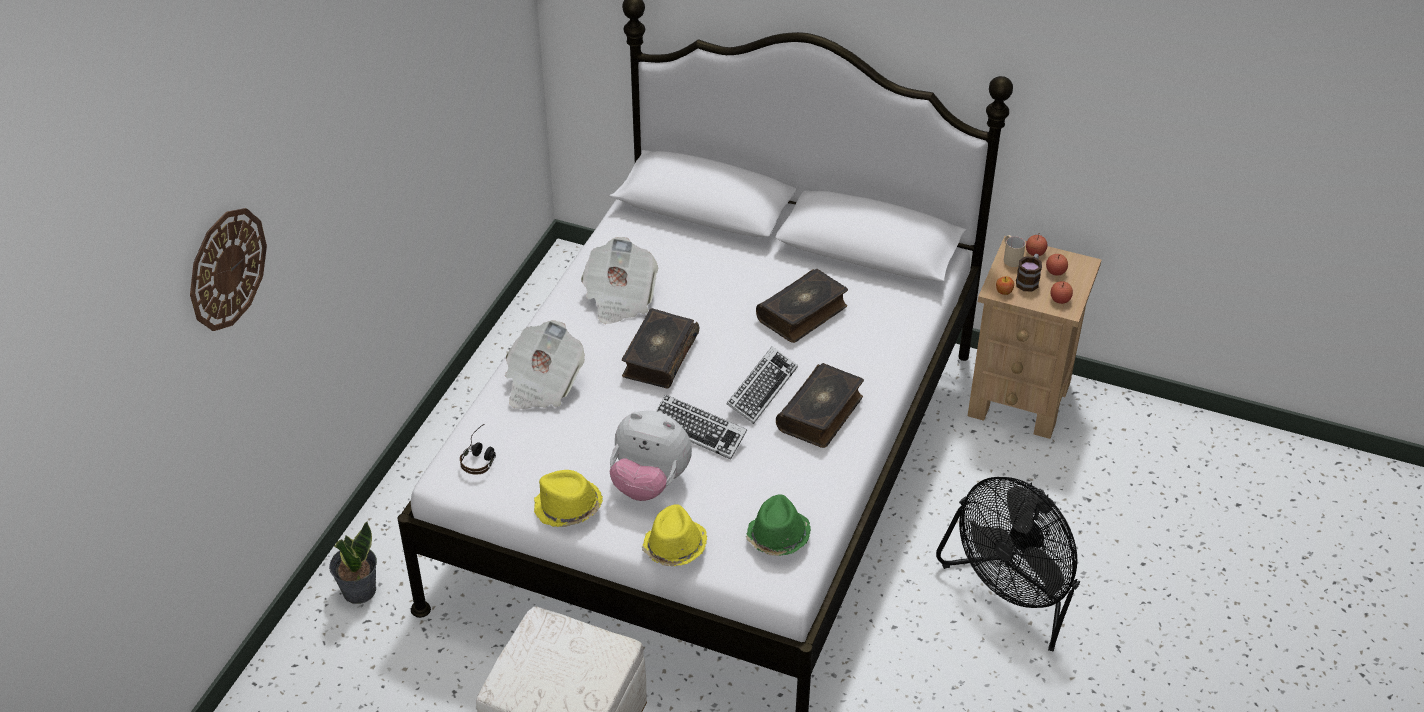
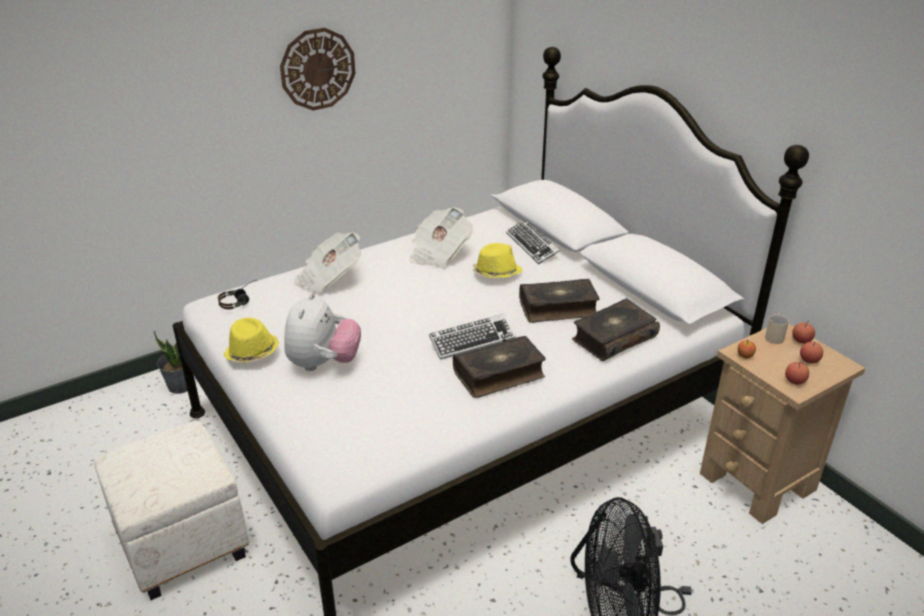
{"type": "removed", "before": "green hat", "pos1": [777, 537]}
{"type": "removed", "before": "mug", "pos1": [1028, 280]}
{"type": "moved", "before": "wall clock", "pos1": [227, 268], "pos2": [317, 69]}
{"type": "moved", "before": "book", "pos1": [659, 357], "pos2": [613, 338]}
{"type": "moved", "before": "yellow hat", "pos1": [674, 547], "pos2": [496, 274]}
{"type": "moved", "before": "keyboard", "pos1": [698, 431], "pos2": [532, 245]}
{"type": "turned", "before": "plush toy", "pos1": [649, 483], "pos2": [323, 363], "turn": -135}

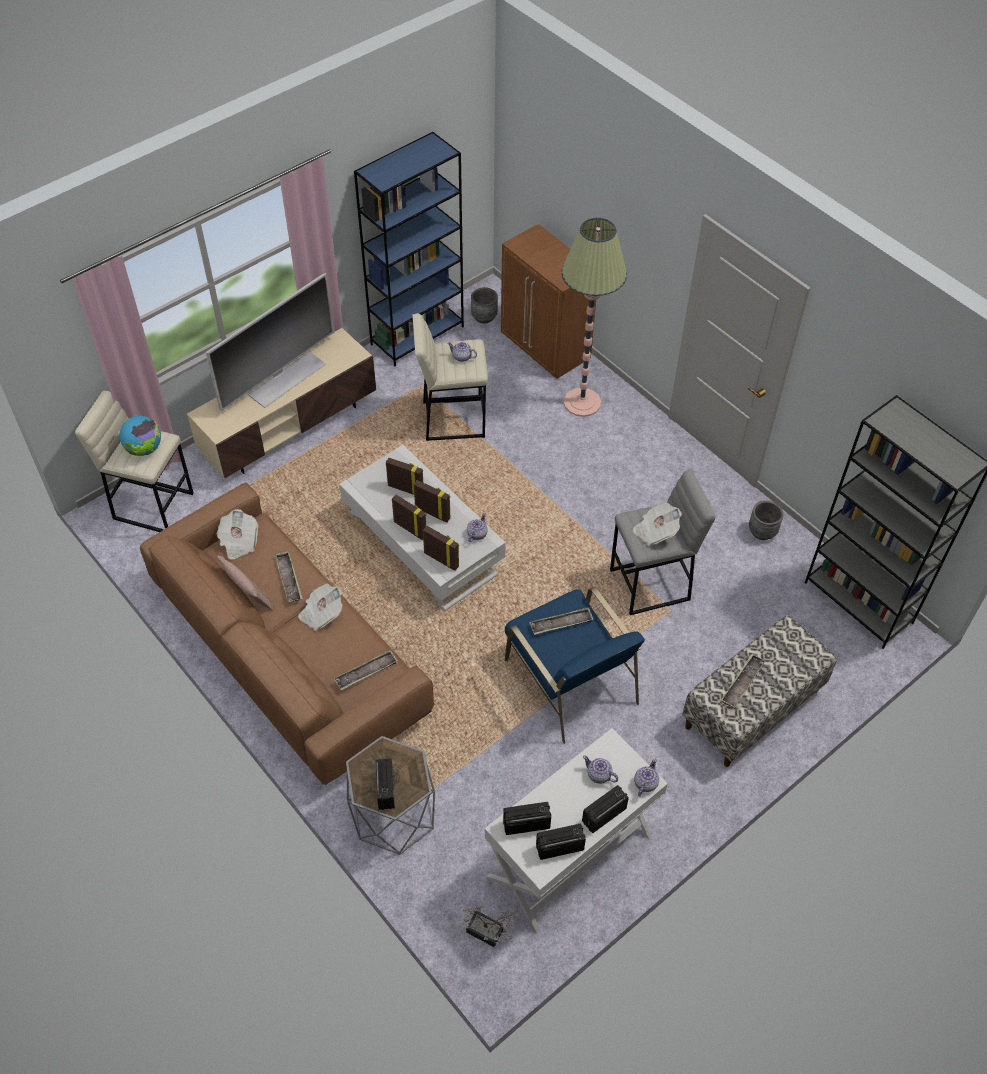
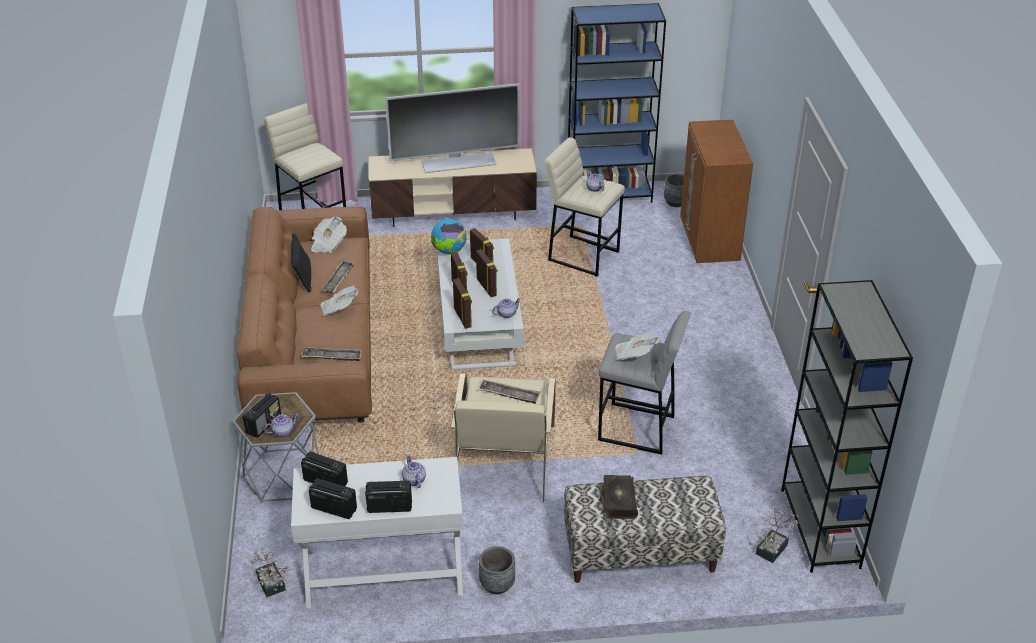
{"type": "removed", "before": "floor lamp", "pos1": [582, 402]}
{"type": "added", "after": "potted plant", "pos2": [774, 547]}
{"type": "moved", "before": "globe", "pos1": [144, 449], "pos2": [449, 251]}
{"type": "moved", "before": "teapot", "pos1": [645, 783], "pos2": [282, 432]}
{"type": "moved", "before": "grey planter", "pos1": [762, 532], "pos2": [497, 585]}
{"type": "replaced", "before": "tray", "after": "book", "pos1": [742, 683], "pos2": [618, 501]}
{"type": "recoloured", "before": "beige pillow", "after": "black pillow", "pos1": [248, 594], "pos2": [303, 276]}
{"type": "recoloured", "before": "blue armchair", "after": "beige armchair", "pos1": [568, 676], "pos2": [504, 456]}

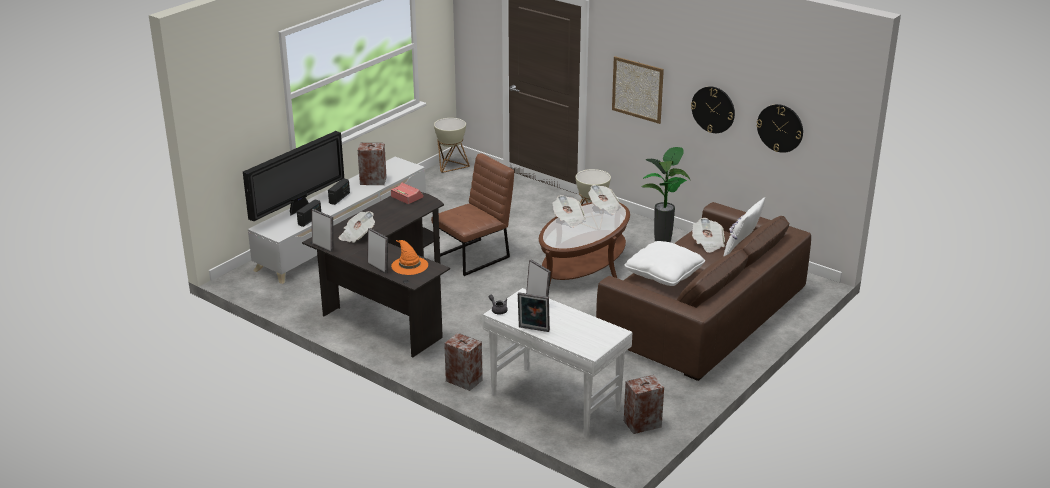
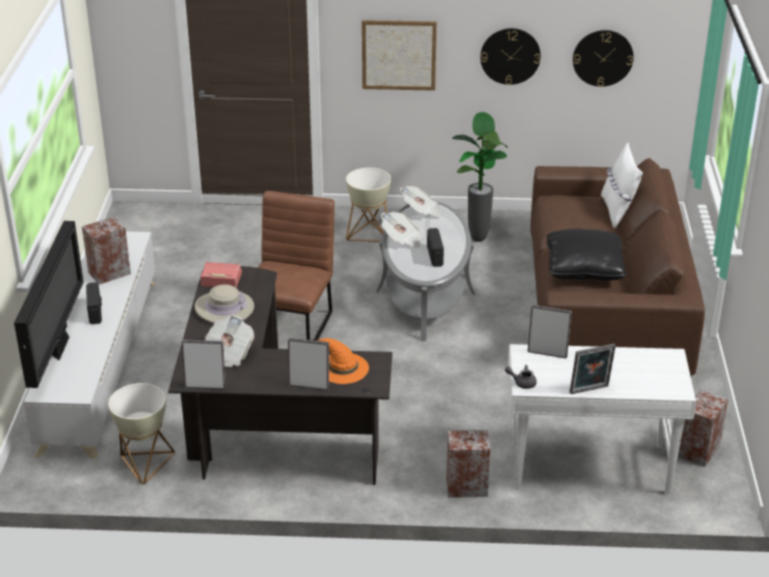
{"type": "removed", "before": "newspaper", "pos1": [708, 244]}
{"type": "added", "after": "beige hat", "pos2": [224, 308]}
{"type": "moved", "before": "radio", "pos1": [310, 220], "pos2": [435, 256]}
{"type": "moved", "before": "planter", "pos1": [451, 166], "pos2": [145, 463]}
{"type": "recoloured", "before": "brown coffee table", "after": "grey coffee table", "pos1": [584, 266], "pos2": [425, 291]}
{"type": "recoloured", "before": "white pillow", "after": "black pillow", "pos1": [663, 274], "pos2": [584, 268]}

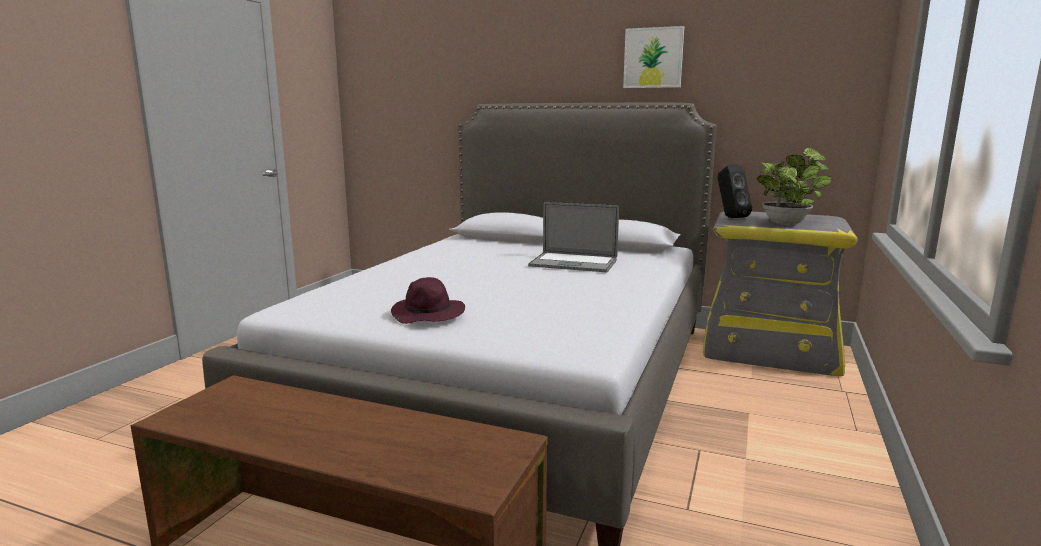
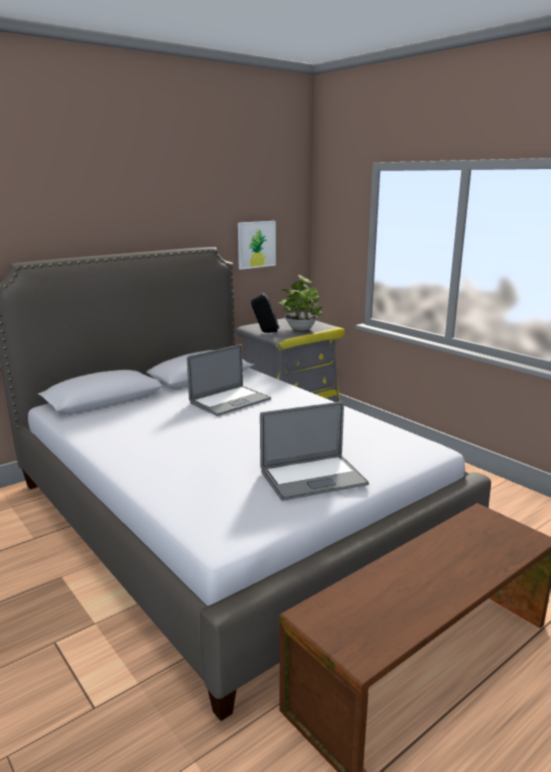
{"type": "moved", "before": "picture", "pos1": [653, 58], "pos2": [256, 244]}
{"type": "replaced", "before": "purple hat", "after": "laptop", "pos1": [429, 315], "pos2": [313, 478]}

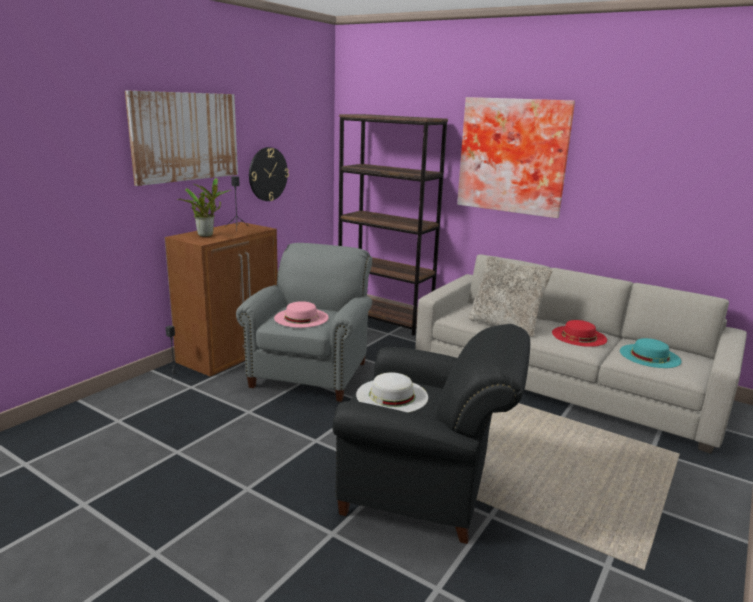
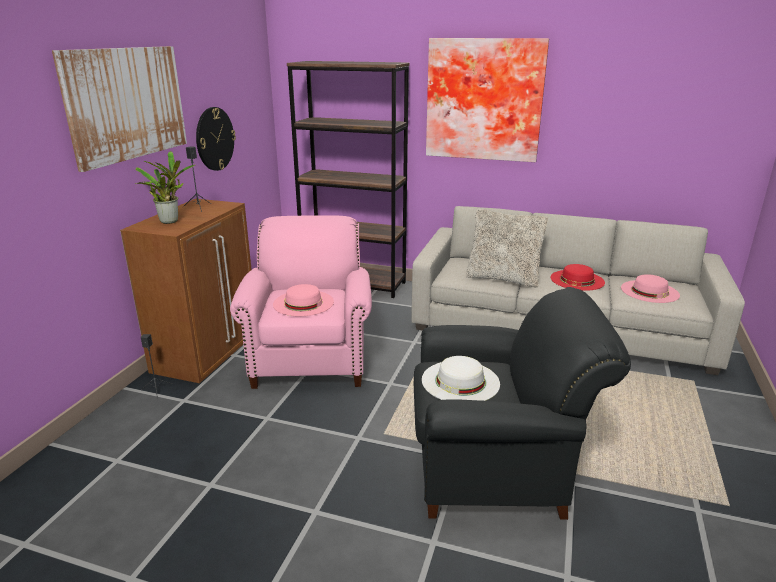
{"type": "recoloured", "before": "grey armchair", "after": "pink armchair", "pos1": [312, 372], "pos2": [311, 357]}
{"type": "recoloured", "before": "turquoise hat", "after": "pink hat", "pos1": [650, 356], "pos2": [650, 291]}

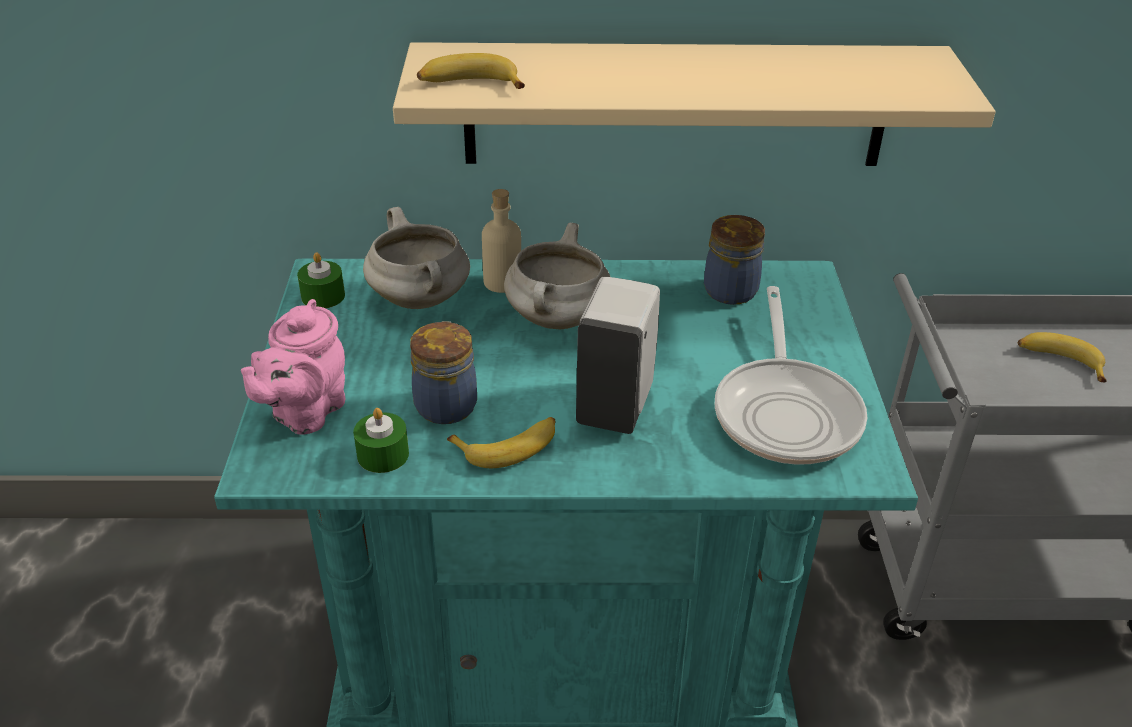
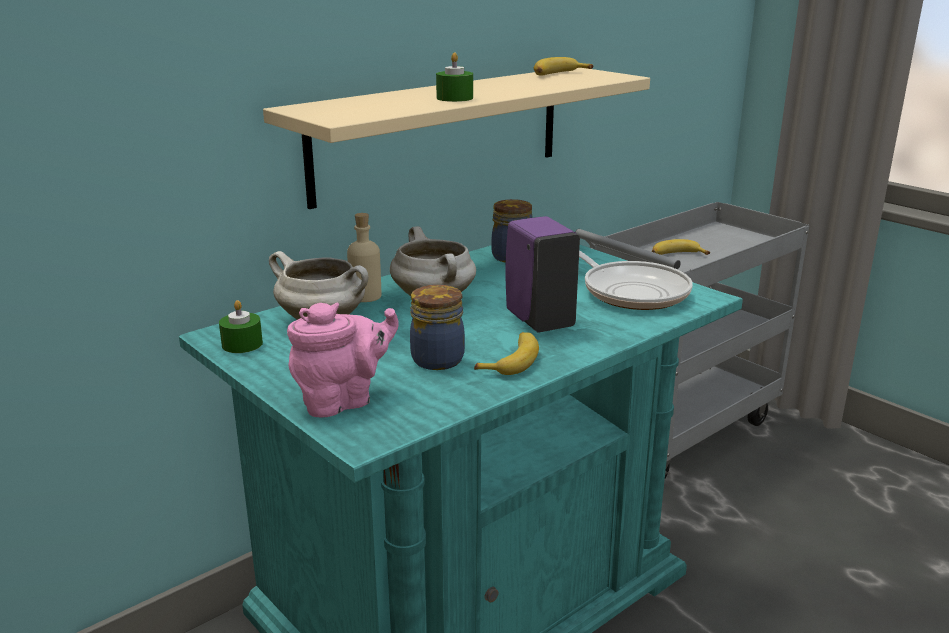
{"type": "moved", "before": "green candle", "pos1": [383, 454], "pos2": [454, 98]}
{"type": "moved", "before": "banana", "pos1": [469, 85], "pos2": [558, 74]}
{"type": "recoloured", "before": "white soap dispenser", "after": "purple soap dispenser", "pos1": [615, 405], "pos2": [538, 321]}
{"type": "turned", "before": "pink teapot", "pos1": [305, 413], "pos2": [343, 401], "turn": -105}

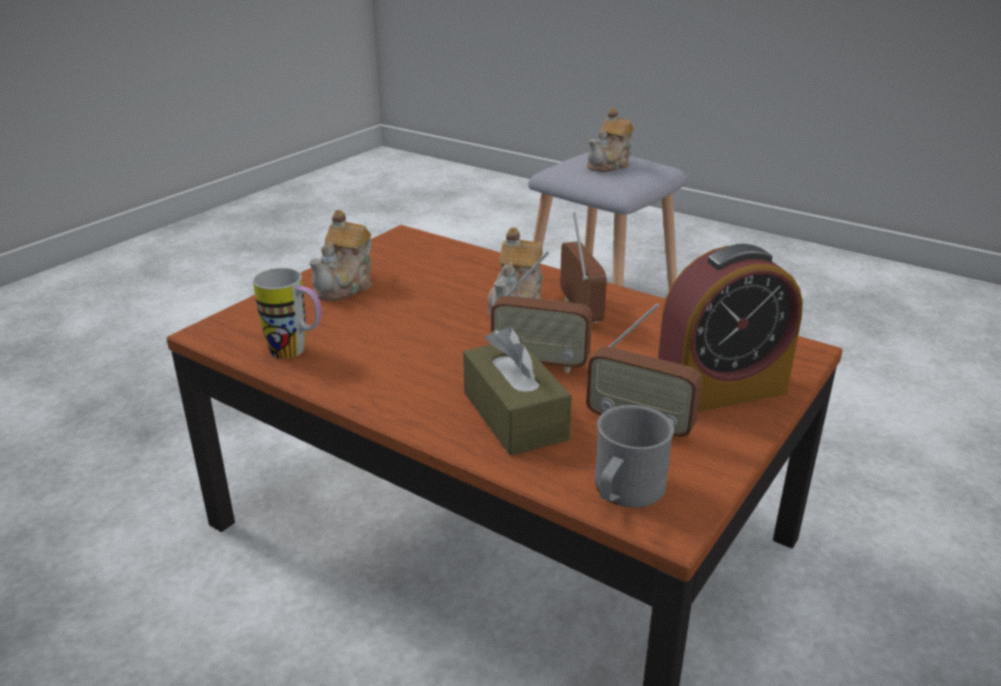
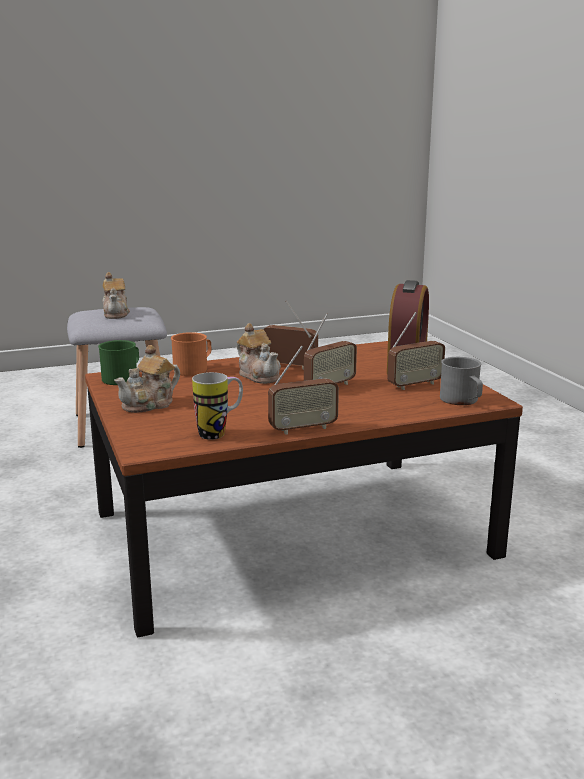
{"type": "removed", "before": "brown tissue box", "pos1": [514, 416]}
{"type": "added", "after": "green mug", "pos2": [123, 377]}
{"type": "added", "after": "orange mug", "pos2": [194, 369]}
{"type": "added", "after": "radio", "pos2": [303, 428]}
{"type": "turned", "before": "teapot", "pos1": [346, 285], "pos2": [150, 404], "turn": 75}

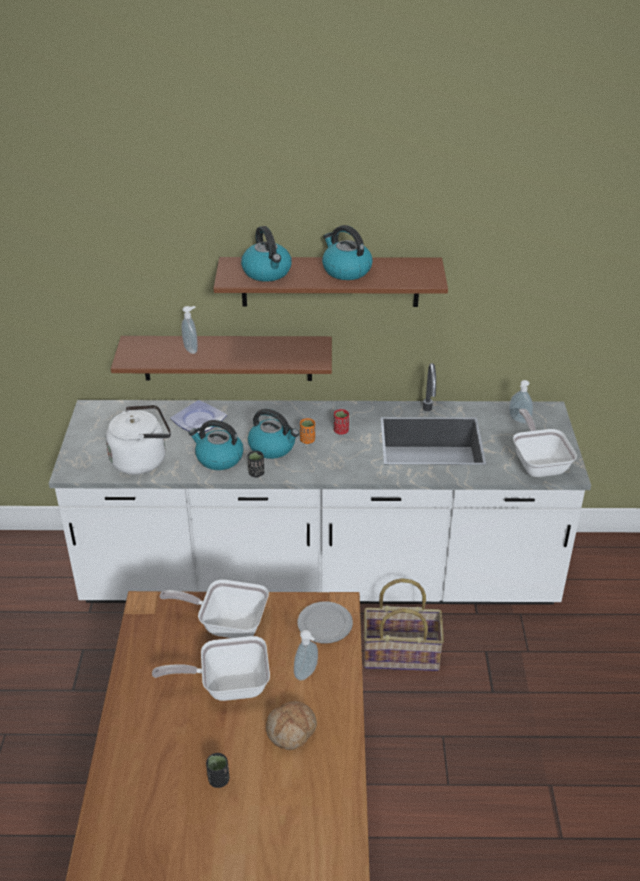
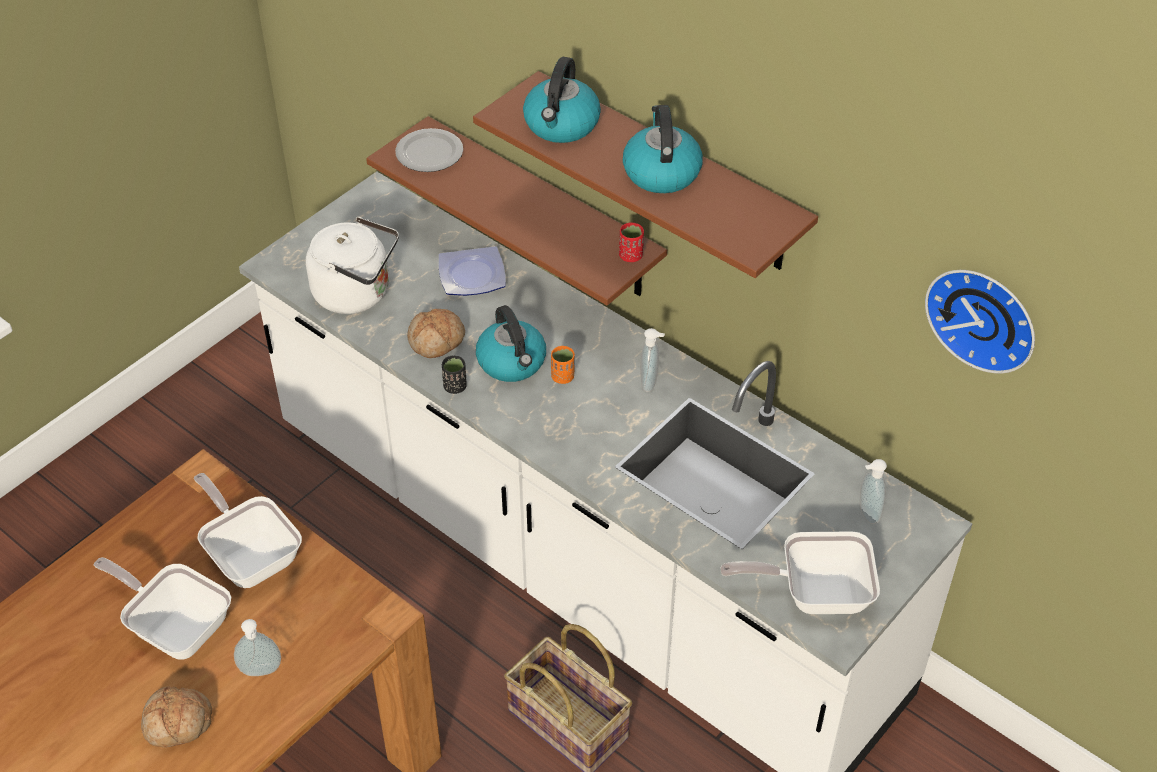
{"type": "removed", "before": "black cup", "pos1": [218, 780]}
{"type": "added", "after": "wall clock", "pos2": [984, 316]}
{"type": "moved", "before": "soap dispenser", "pos1": [192, 349], "pos2": [650, 383]}
{"type": "moved", "before": "plate", "pos1": [325, 623], "pos2": [430, 153]}
{"type": "moved", "before": "red cup", "pos1": [341, 431], "pos2": [631, 256]}
{"type": "replaced", "before": "kettle", "after": "bread", "pos1": [218, 458], "pos2": [437, 341]}
{"type": "turned", "before": "frying pan", "pos1": [538, 463], "pos2": [814, 593], "turn": -120}

